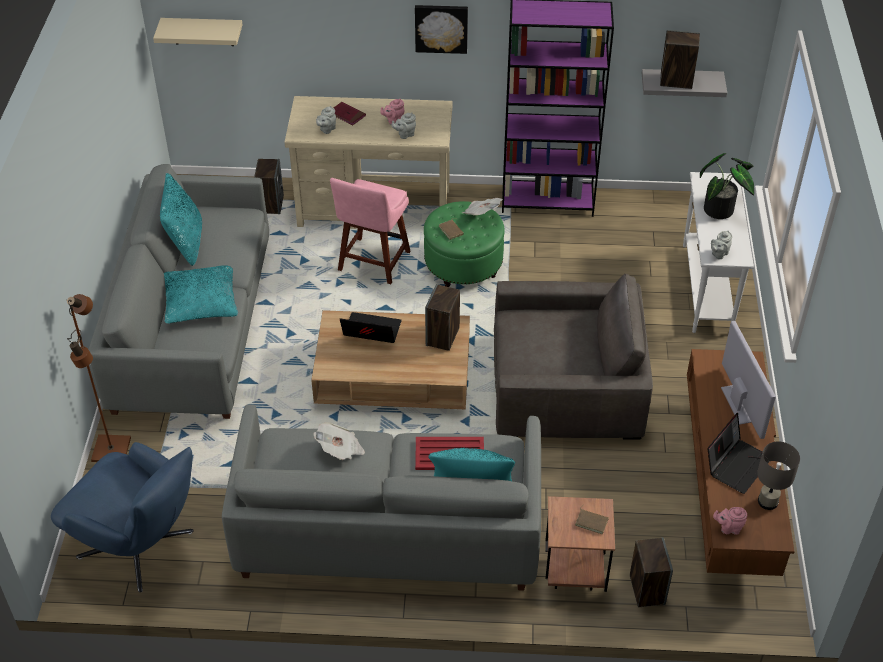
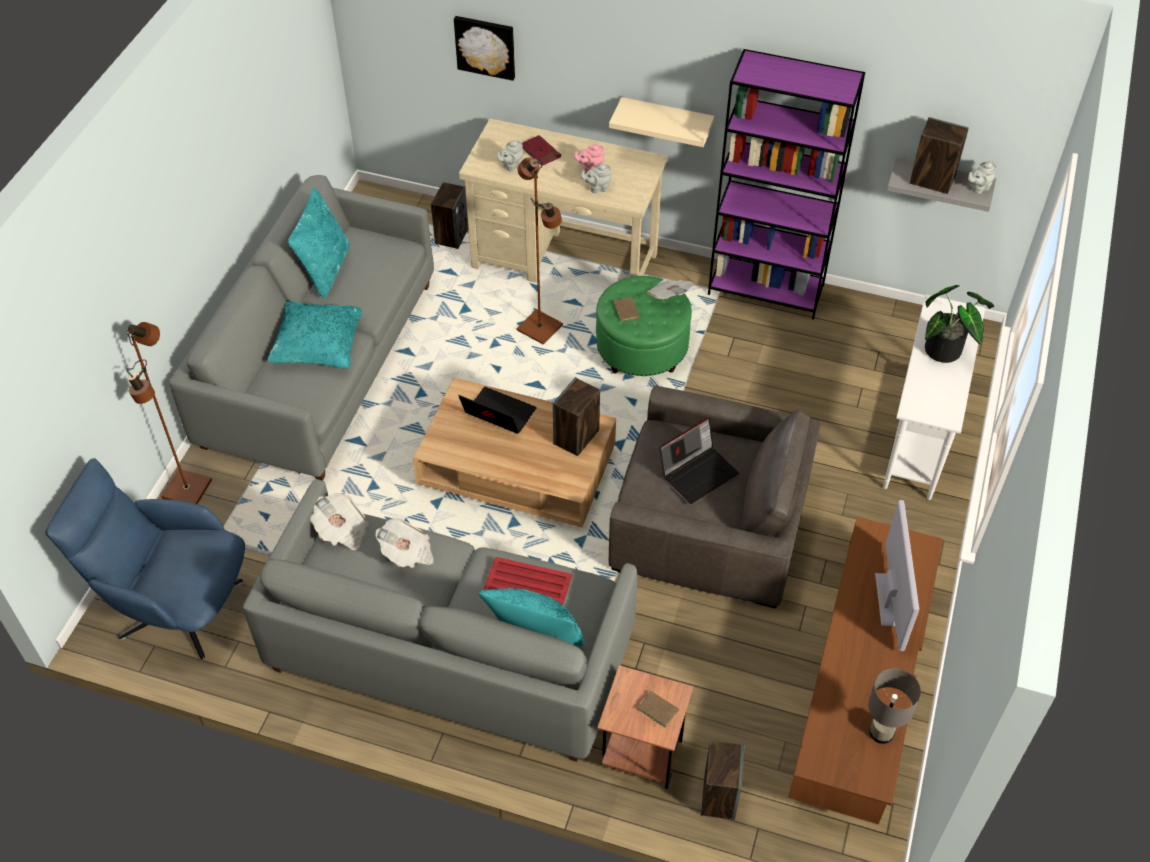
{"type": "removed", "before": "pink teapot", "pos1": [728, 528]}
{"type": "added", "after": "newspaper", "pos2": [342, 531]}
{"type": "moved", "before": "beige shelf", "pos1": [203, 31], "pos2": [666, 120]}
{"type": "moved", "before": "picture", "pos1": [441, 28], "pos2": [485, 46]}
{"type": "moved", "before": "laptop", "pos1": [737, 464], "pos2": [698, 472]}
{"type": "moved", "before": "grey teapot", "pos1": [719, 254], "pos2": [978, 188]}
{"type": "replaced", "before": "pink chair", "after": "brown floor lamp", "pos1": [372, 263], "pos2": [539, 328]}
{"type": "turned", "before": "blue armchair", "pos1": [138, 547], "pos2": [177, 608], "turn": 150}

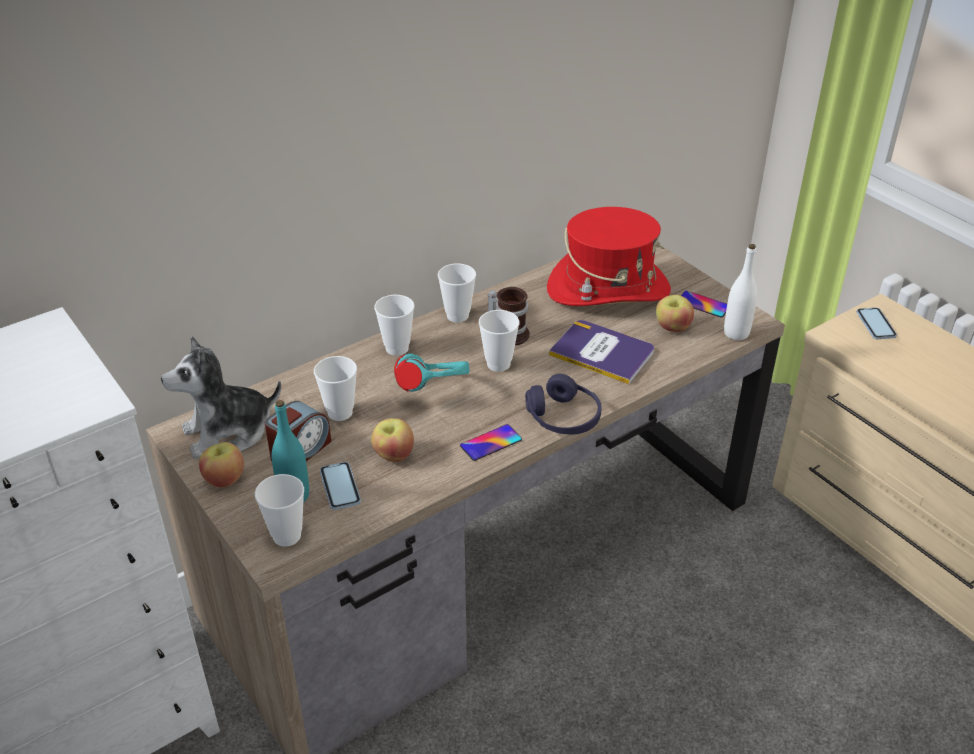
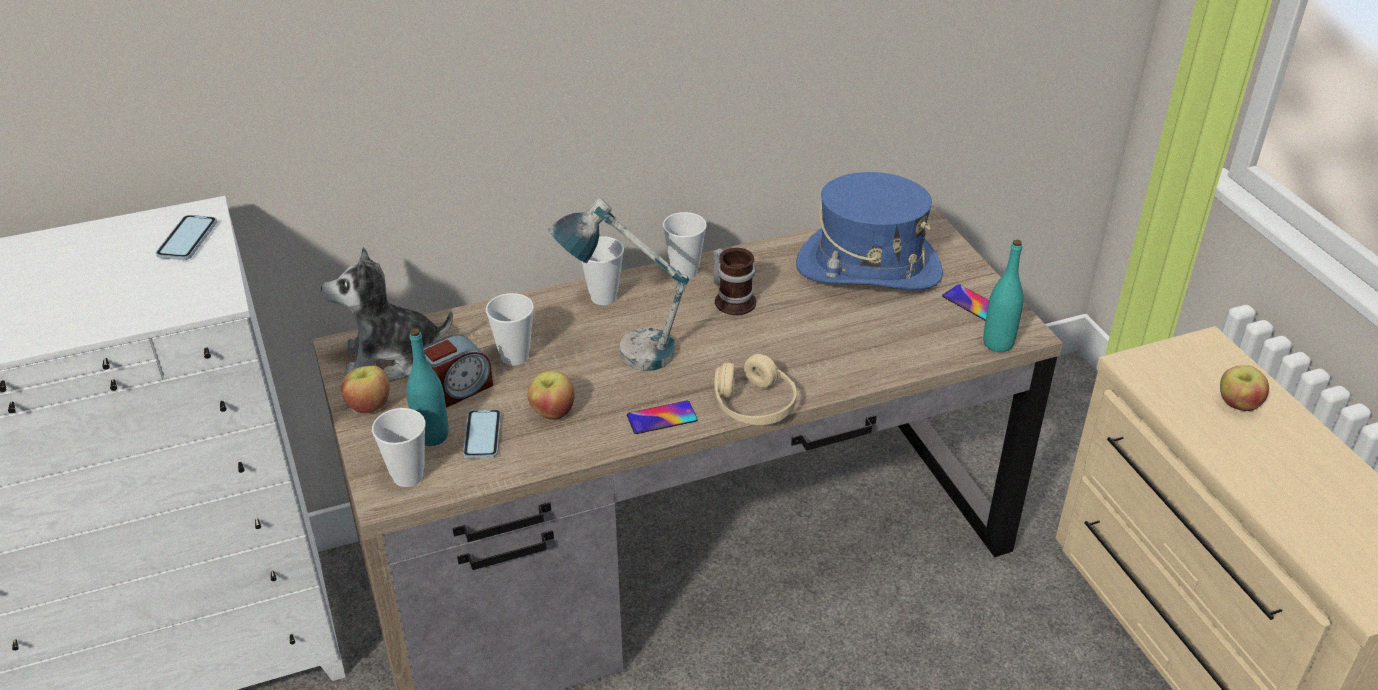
{"type": "removed", "before": "cup", "pos1": [498, 364]}
{"type": "removed", "before": "book", "pos1": [602, 352]}
{"type": "moved", "before": "apple", "pos1": [672, 327], "pos2": [1238, 404]}
{"type": "moved", "before": "phone", "pos1": [875, 325], "pos2": [187, 239]}
{"type": "replaced", "before": "turquoise headphones", "after": "table lamp", "pos1": [432, 391], "pos2": [622, 350]}
{"type": "recoloured", "before": "purple headphones", "after": "beige headphones", "pos1": [563, 417], "pos2": [754, 404]}
{"type": "recoloured", "before": "red hat", "after": "blue hat", "pos1": [608, 289], "pos2": [868, 269]}
{"type": "recoloured", "before": "white bottle", "after": "turquoise bottle", "pos1": [736, 333], "pos2": [998, 343]}

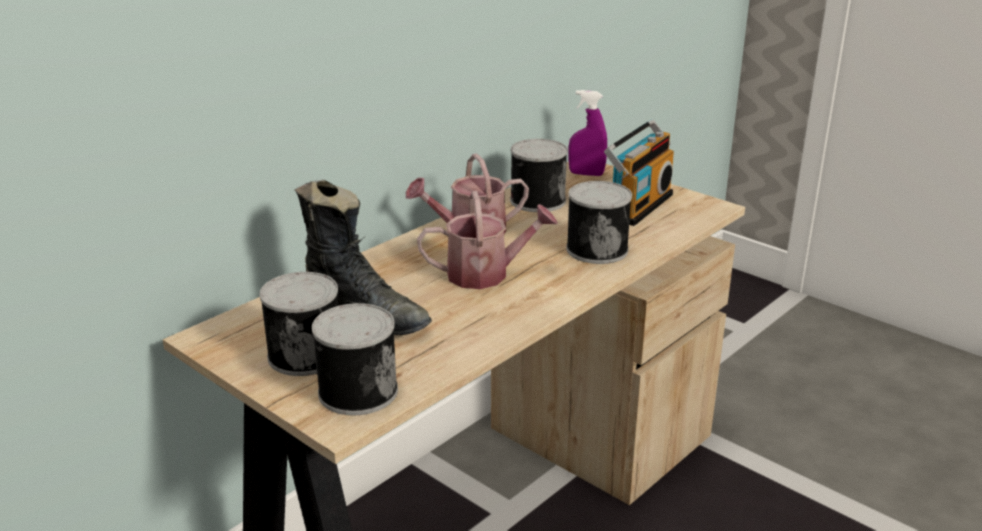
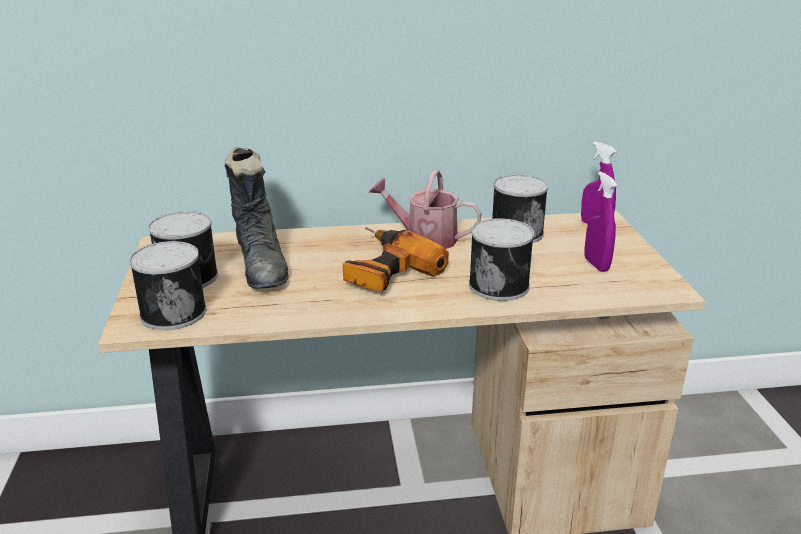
{"type": "replaced", "before": "watering can", "after": "power drill", "pos1": [486, 274], "pos2": [384, 271]}
{"type": "replaced", "before": "radio", "after": "purple spray bottle", "pos1": [637, 206], "pos2": [596, 265]}

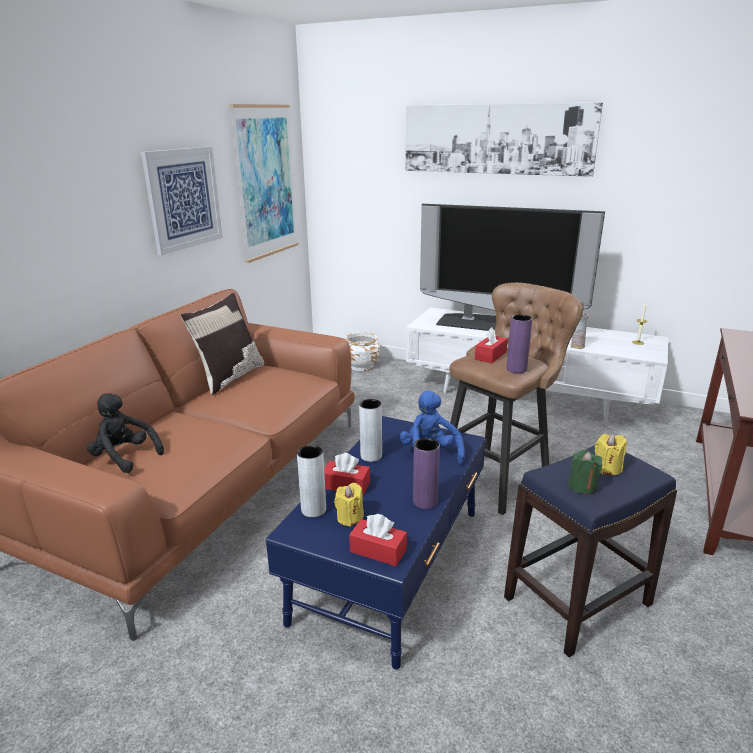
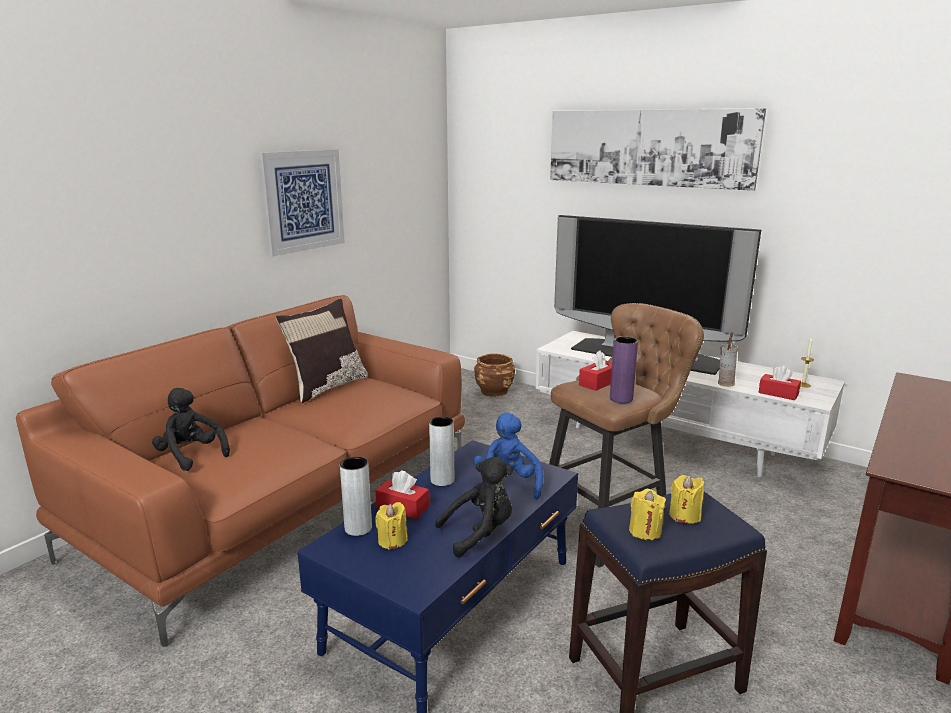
{"type": "removed", "before": "picture", "pos1": [266, 182]}
{"type": "moved", "before": "red tissue box", "pos1": [378, 550], "pos2": [778, 393]}
{"type": "replaced", "before": "purple vase", "after": "black plush toy", "pos1": [425, 502], "pos2": [480, 533]}
{"type": "recoloured", "before": "white planter", "after": "brown planter", "pos1": [361, 366], "pos2": [494, 391]}
{"type": "recoloured", "before": "green candle", "after": "yellow candle", "pos1": [582, 486], "pos2": [645, 531]}

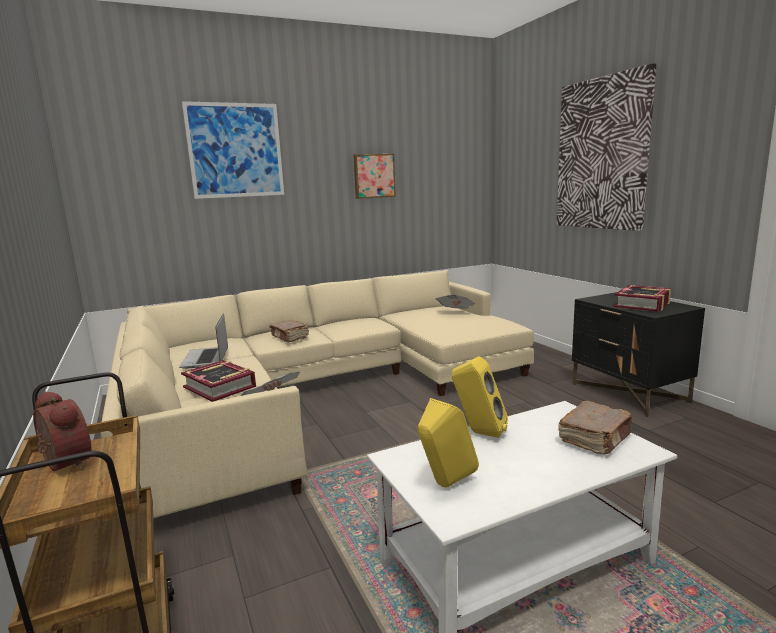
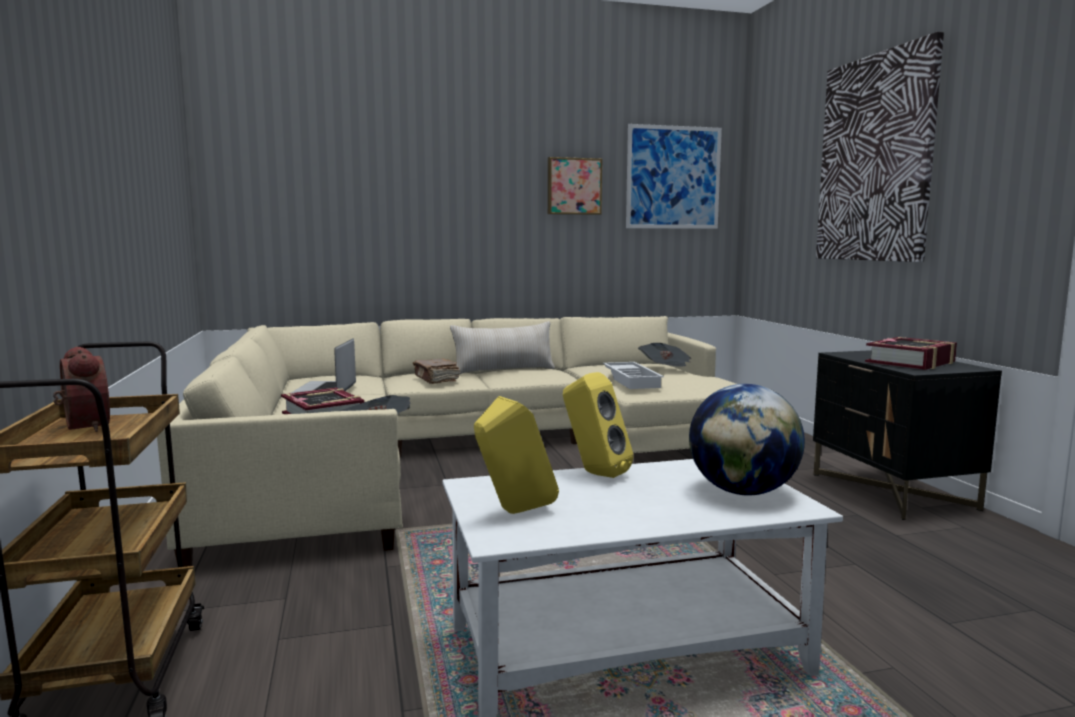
{"type": "added", "after": "beige pillow", "pos2": [503, 370]}
{"type": "added", "after": "white tray", "pos2": [633, 380]}
{"type": "moved", "before": "picture", "pos1": [235, 150], "pos2": [673, 177]}
{"type": "replaced", "before": "brown book", "after": "globe", "pos1": [595, 439], "pos2": [743, 492]}

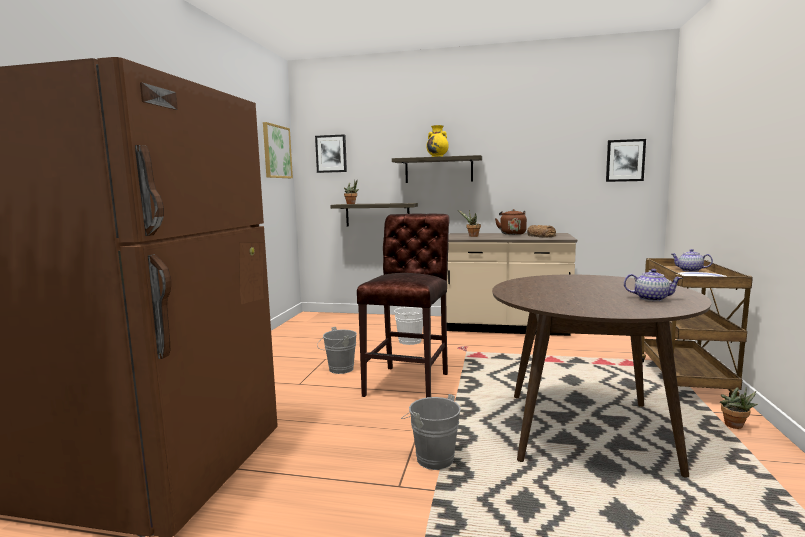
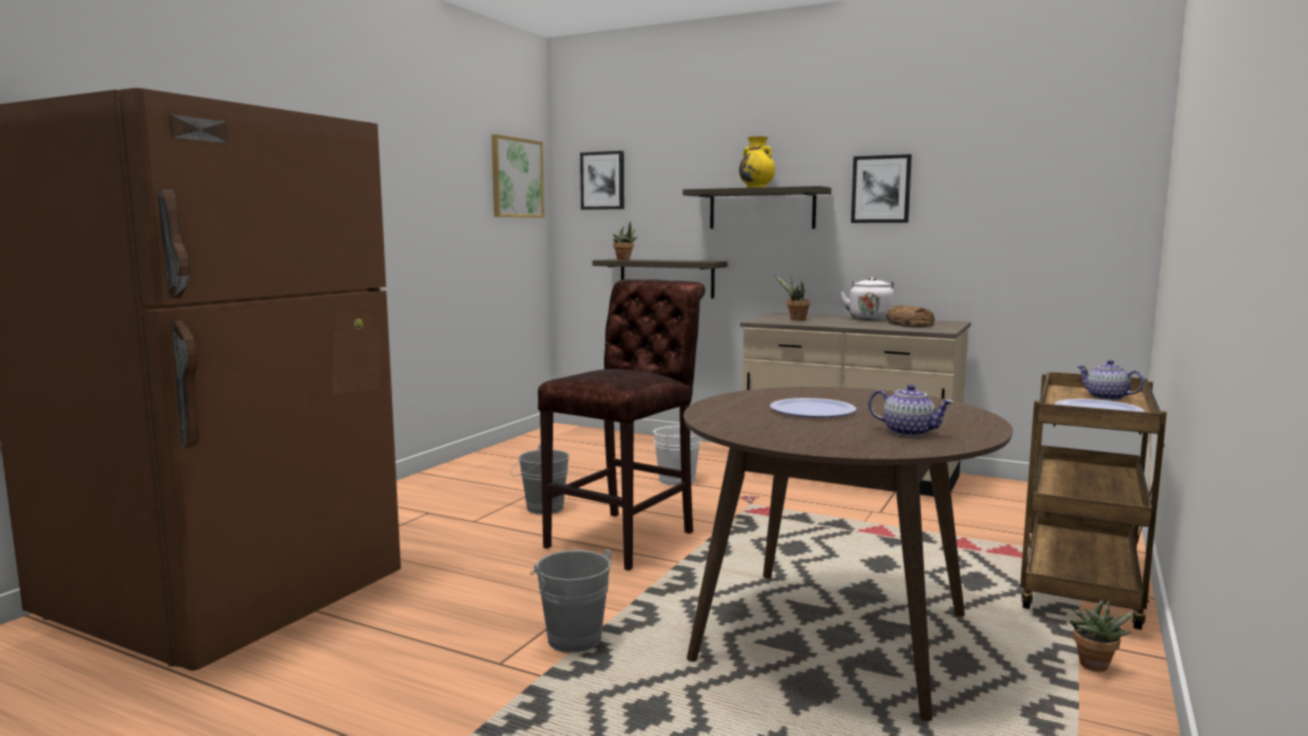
{"type": "added", "after": "plate", "pos2": [812, 410]}
{"type": "moved", "before": "picture", "pos1": [625, 160], "pos2": [881, 189]}
{"type": "recoloured", "before": "brown kettle", "after": "white kettle", "pos1": [512, 234], "pos2": [870, 319]}

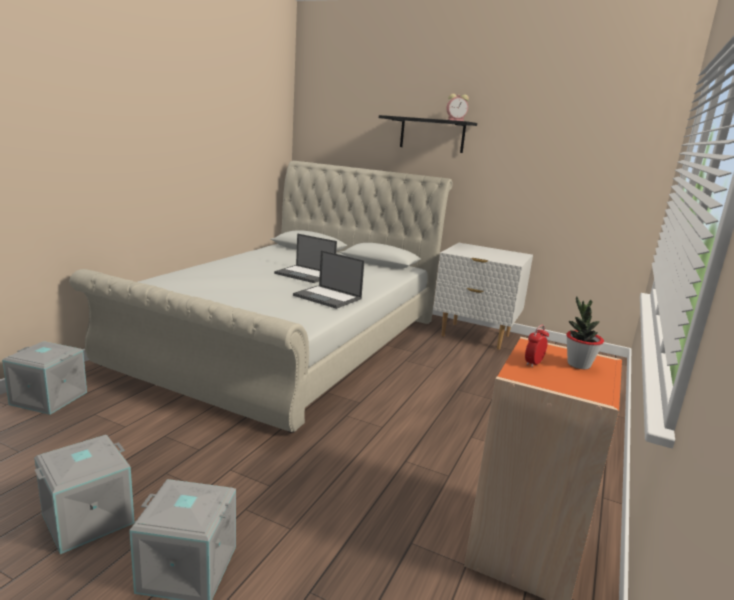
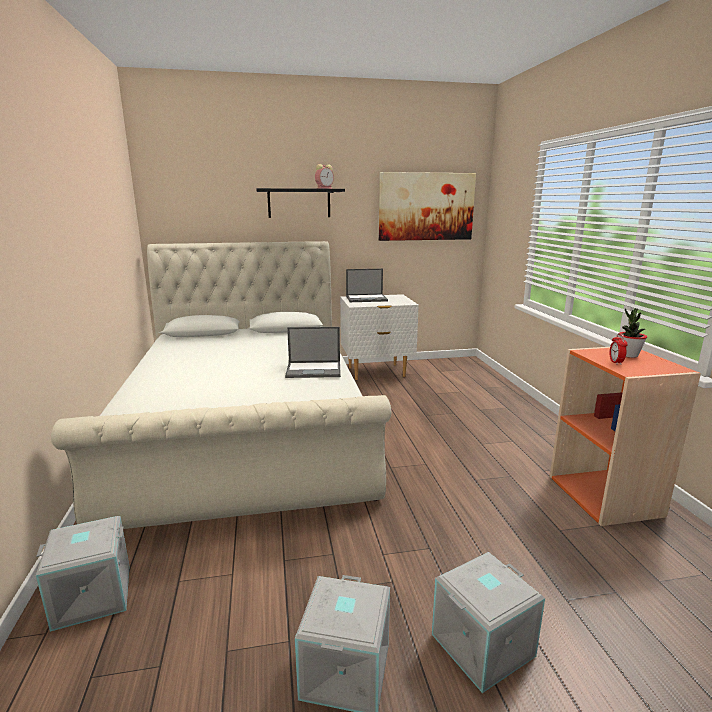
{"type": "added", "after": "picture", "pos2": [426, 206]}
{"type": "moved", "before": "laptop", "pos1": [305, 274], "pos2": [367, 298]}

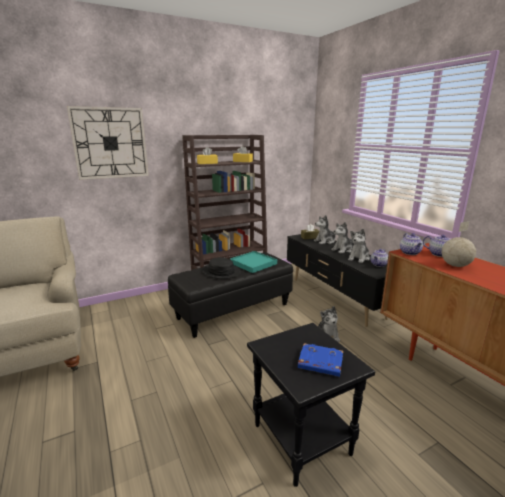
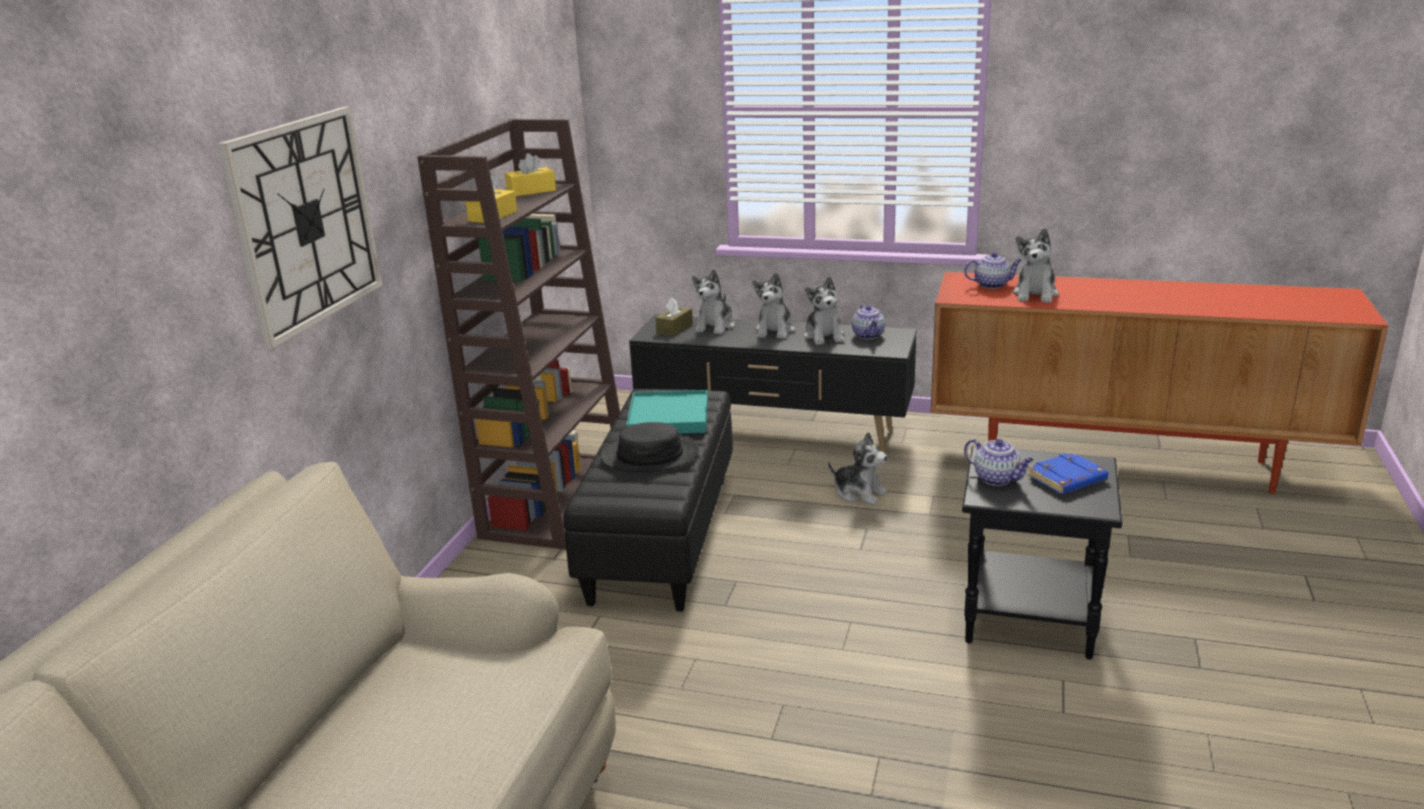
{"type": "moved", "before": "teapot", "pos1": [410, 253], "pos2": [997, 479]}
{"type": "replaced", "before": "globe", "after": "plush toy", "pos1": [456, 265], "pos2": [1035, 294]}

